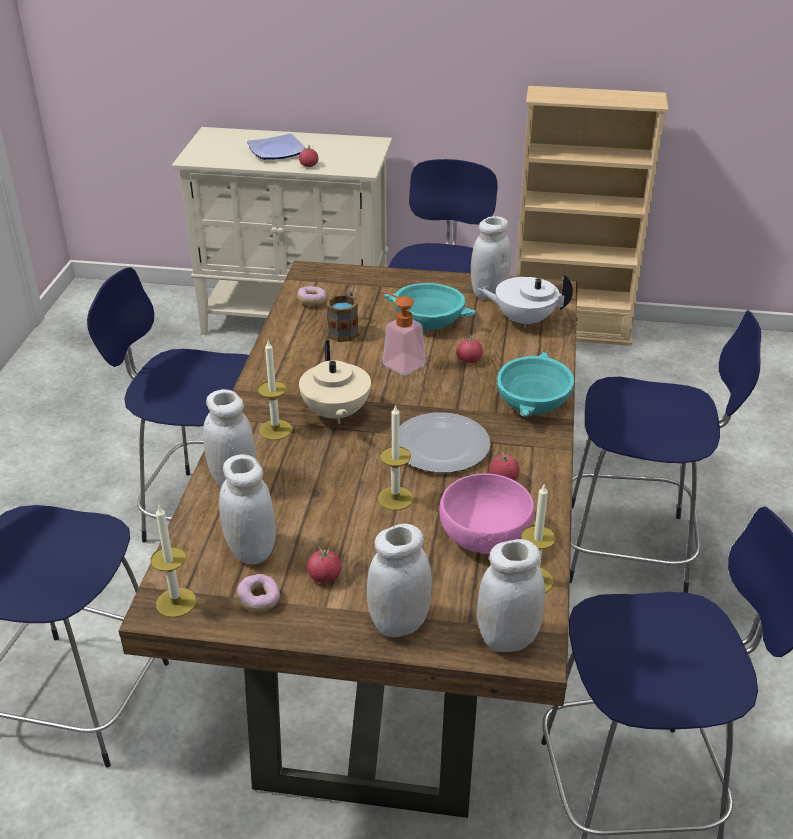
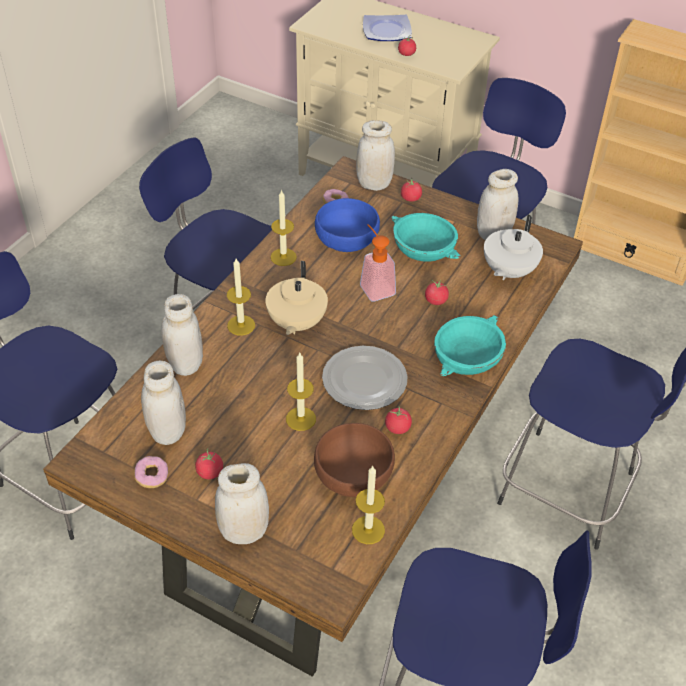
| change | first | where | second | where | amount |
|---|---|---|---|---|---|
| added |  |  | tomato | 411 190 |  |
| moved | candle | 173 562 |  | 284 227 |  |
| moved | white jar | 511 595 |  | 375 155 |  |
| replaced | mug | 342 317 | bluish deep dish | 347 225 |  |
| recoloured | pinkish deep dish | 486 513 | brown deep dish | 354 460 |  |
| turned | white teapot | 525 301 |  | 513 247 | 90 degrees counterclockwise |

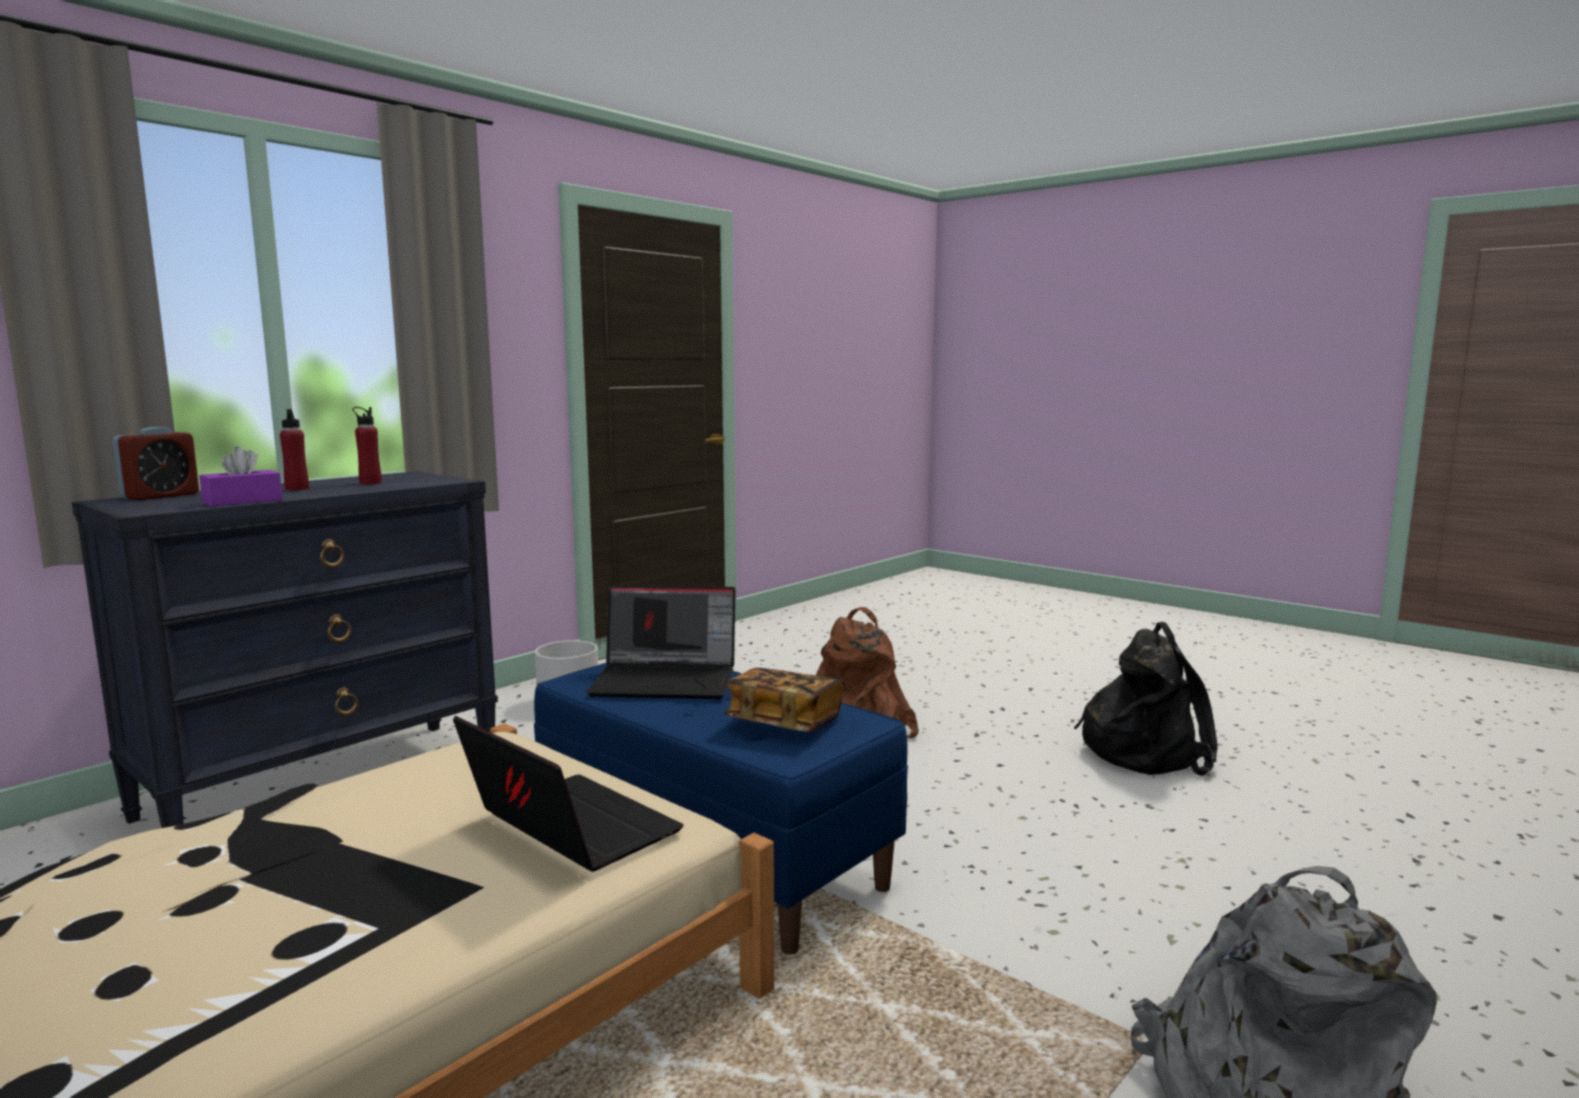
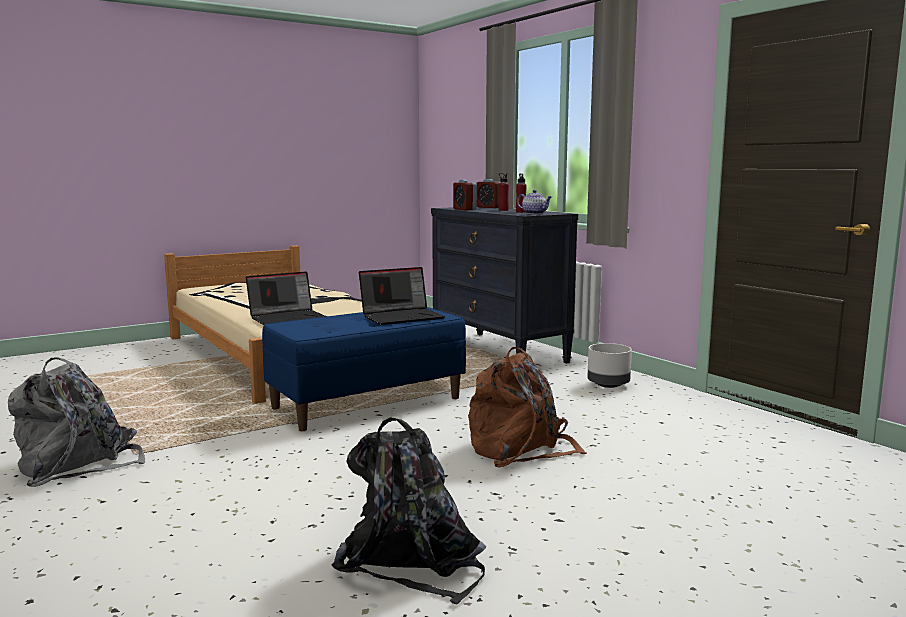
| change | first | where | second | where | amount |
|---|---|---|---|---|---|
| removed | bound book | 783 700 |  |  |  |
| added |  |  | teapot | 534 202 |  |
| replaced | purple-coloured tissue holder | 241 476 | bedside clock | 465 195 |  |
| turned | notebook computer | 660 642 |  | 402 296 | 135 degrees counterclockwise |

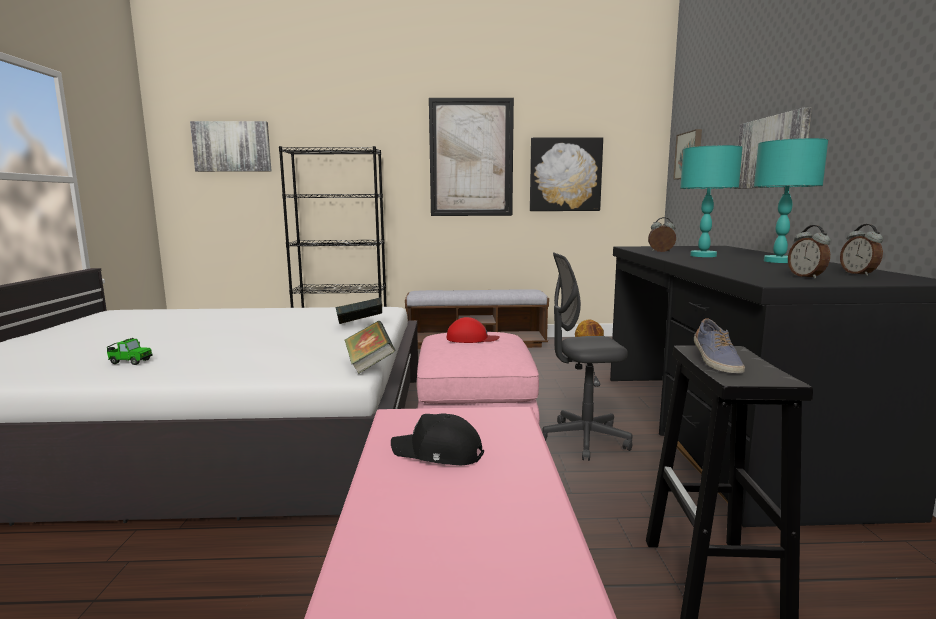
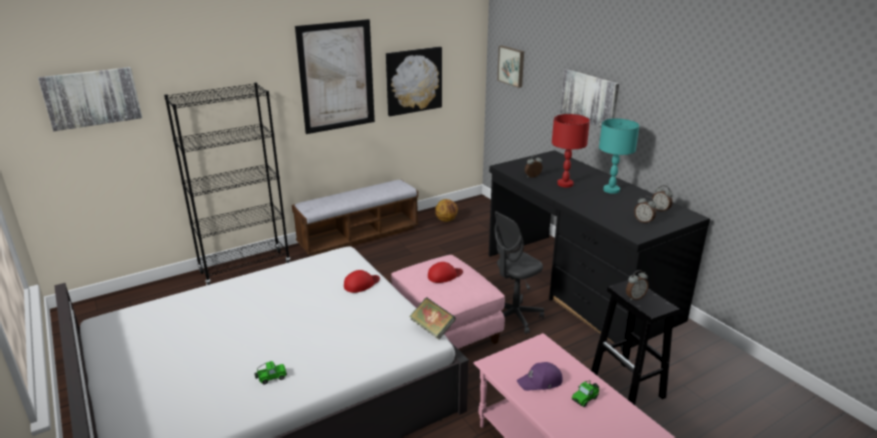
| change | first | where | second | where | amount |
|---|---|---|---|---|---|
| added |  |  | model car | 585 394 |  |
| replaced | bound book | 358 311 | reddish cap | 362 281 |  |
| replaced | low shoe | 719 345 | bedside clock | 637 285 |  |
| recoloured | blackish cap | 437 439 | purple-coloured cap | 540 376 |  |
| recoloured | turquoise table lamp | 711 201 | reddish table lamp | 571 151 |  |

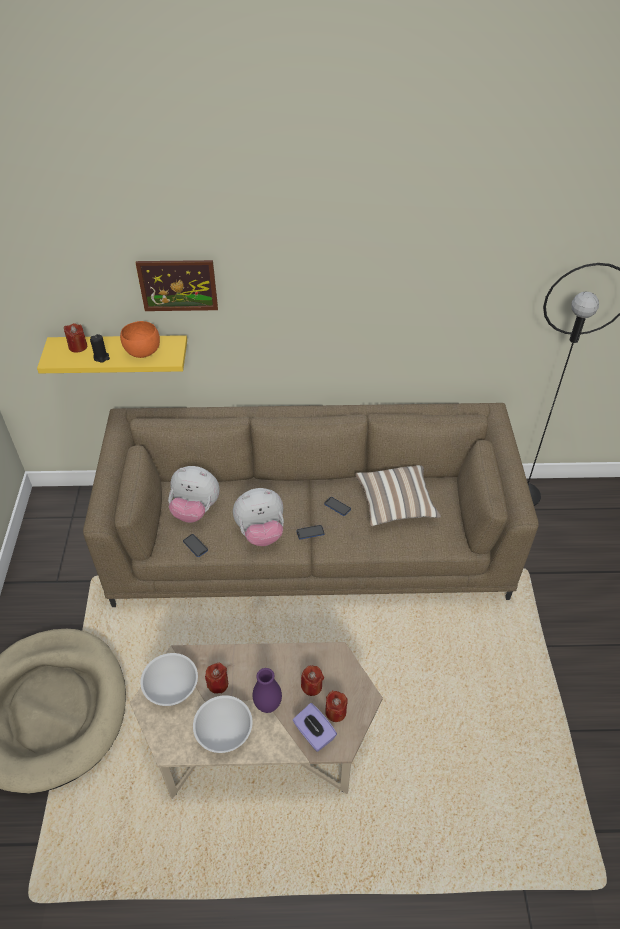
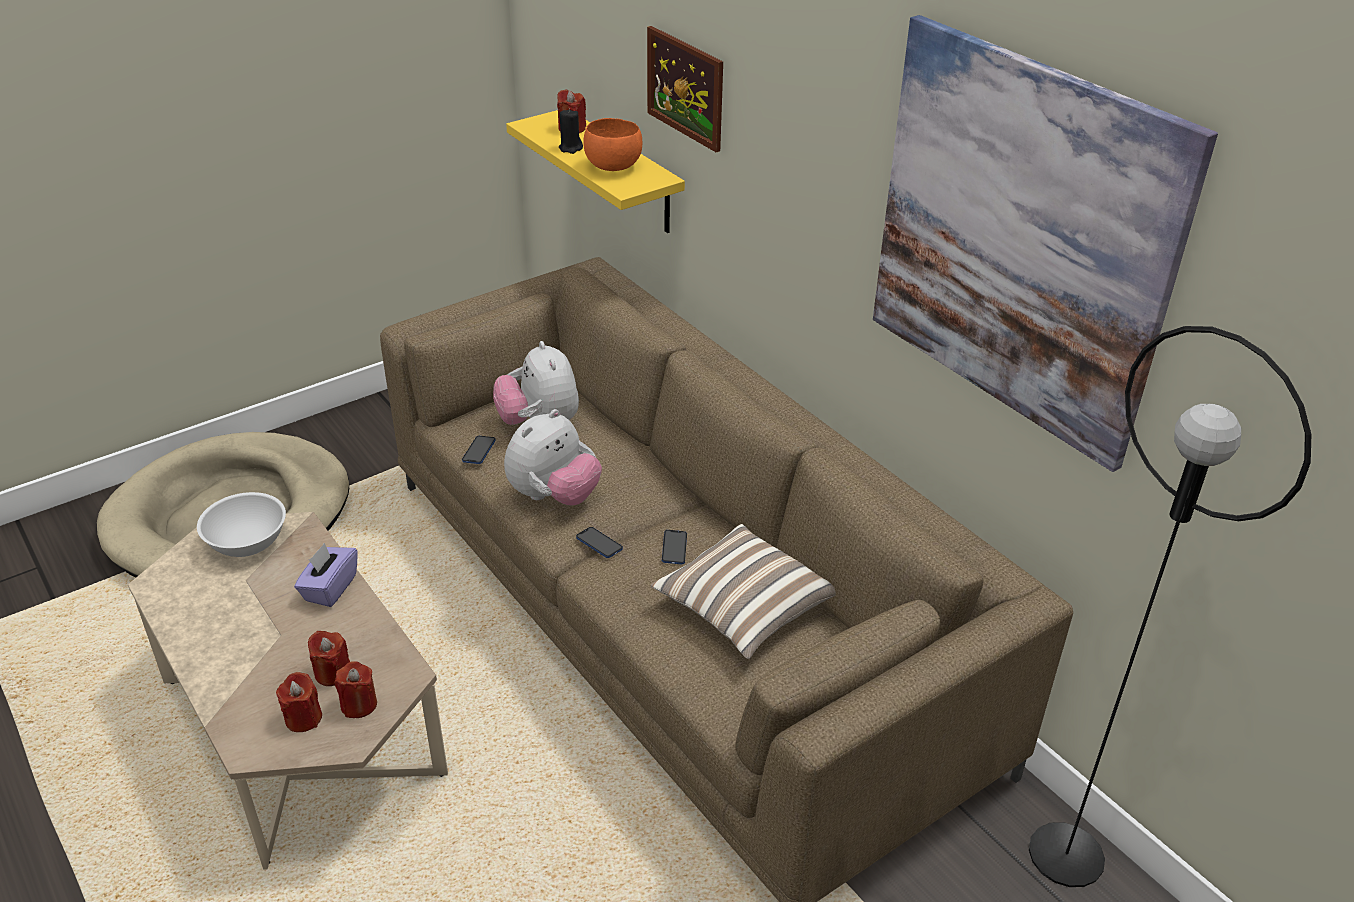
| change | first | where | second | where | amount |
|---|---|---|---|---|---|
| removed | white deep dish | 222 724 |  |  |  |
| removed | purple-coloured decorative vase | 267 690 |  |  |  |
| added |  |  | wall picture | 1045 243 |  |
| moved | reddish candle | 216 678 |  | 355 689 |  |
| moved | purple-coloured tissue holder | 315 727 |  | 326 575 |  |
| turned | plush toy | 258 517 |  | 553 457 | 90 degrees counterclockwise |

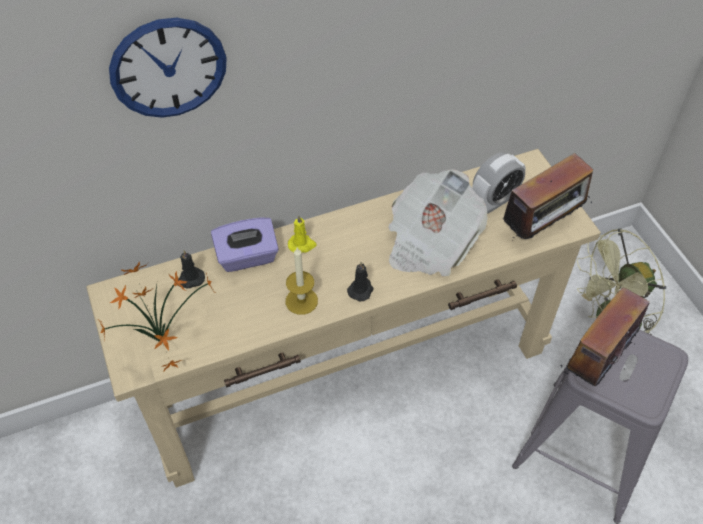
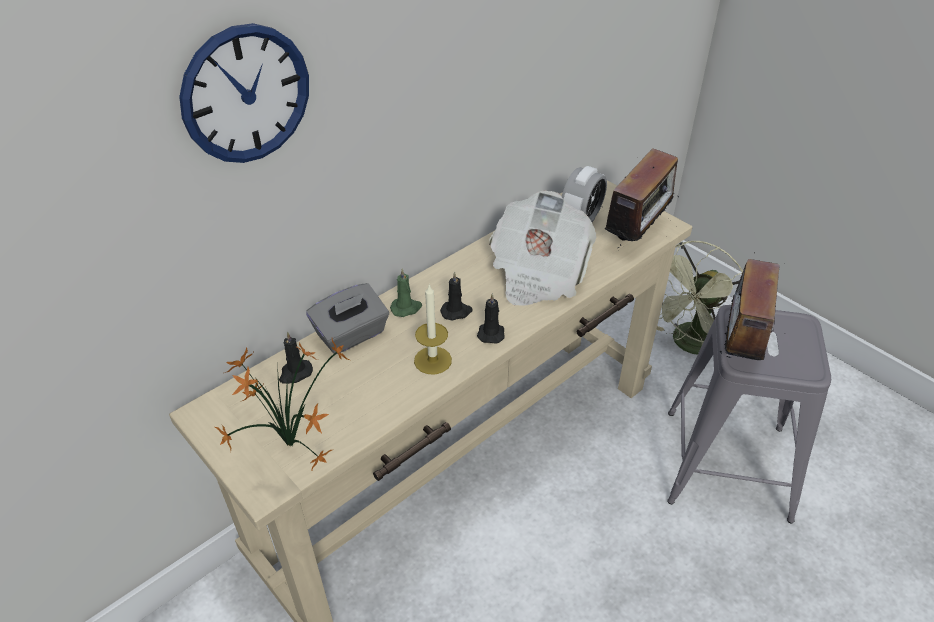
| change | first | where | second | where | amount |
|---|---|---|---|---|---|
| added |  |  | blackish candle | 456 296 |  |
| recoloured | purple-coloured tissue holder | 245 245 | grey tissue holder | 347 318 |  |
| recoloured | yellow-coloured candle | 302 234 | greenish candle | 406 292 |  |

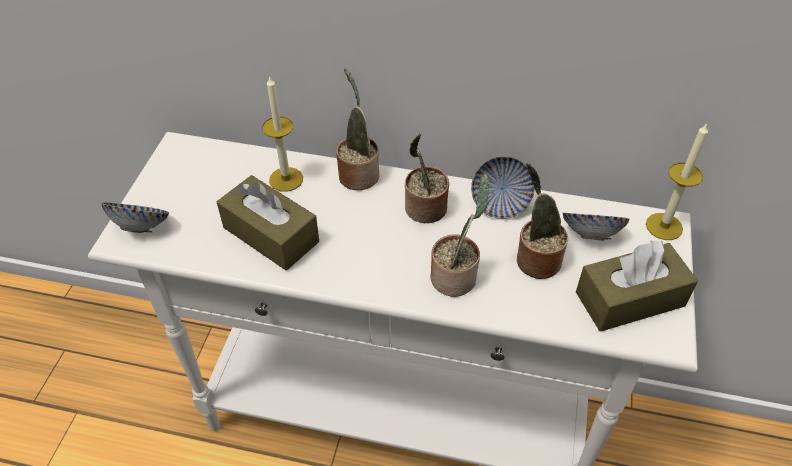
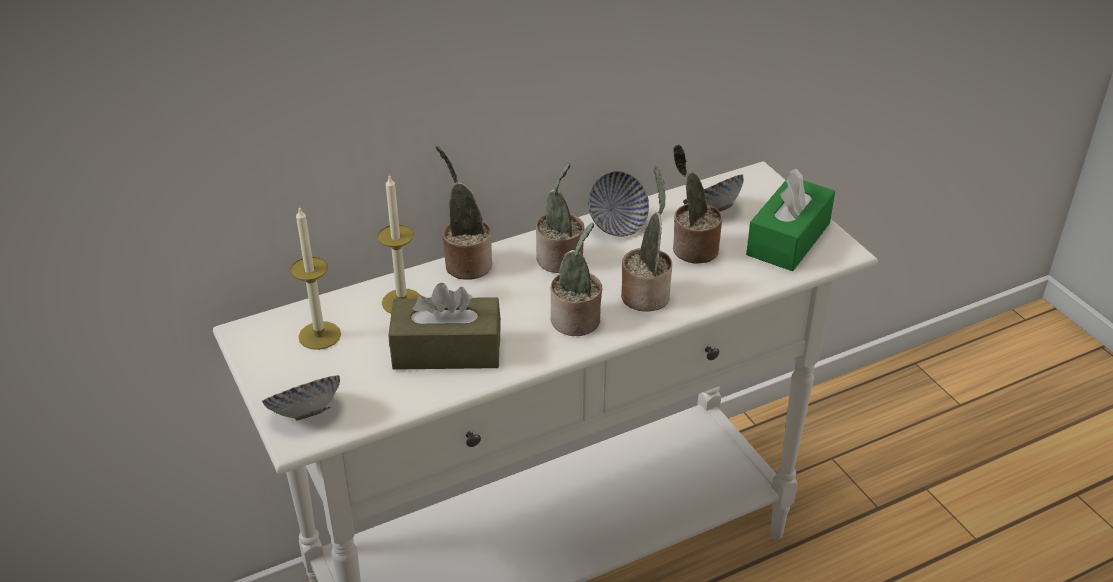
| change | first | where | second | where | amount |
|---|---|---|---|---|---|
| added |  |  | potted plant | 576 279 |  |
| moved | candle | 677 181 |  | 315 278 |  |
| recoloured | brown tissue holder | 637 285 | greenish tissue holder | 790 220 |  |

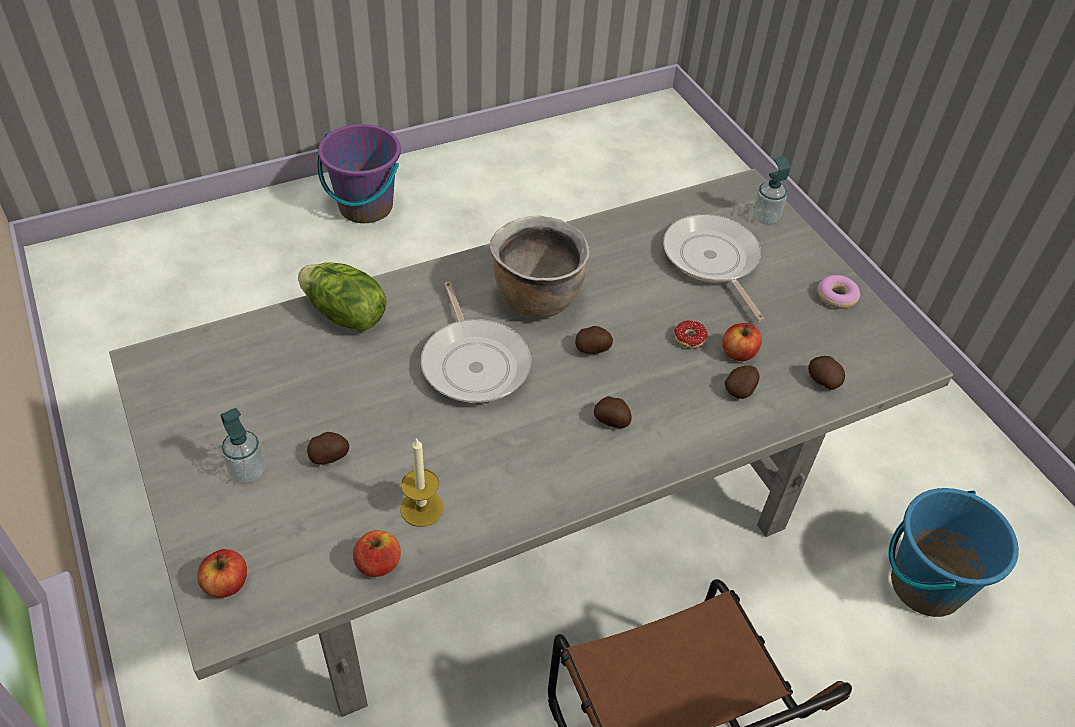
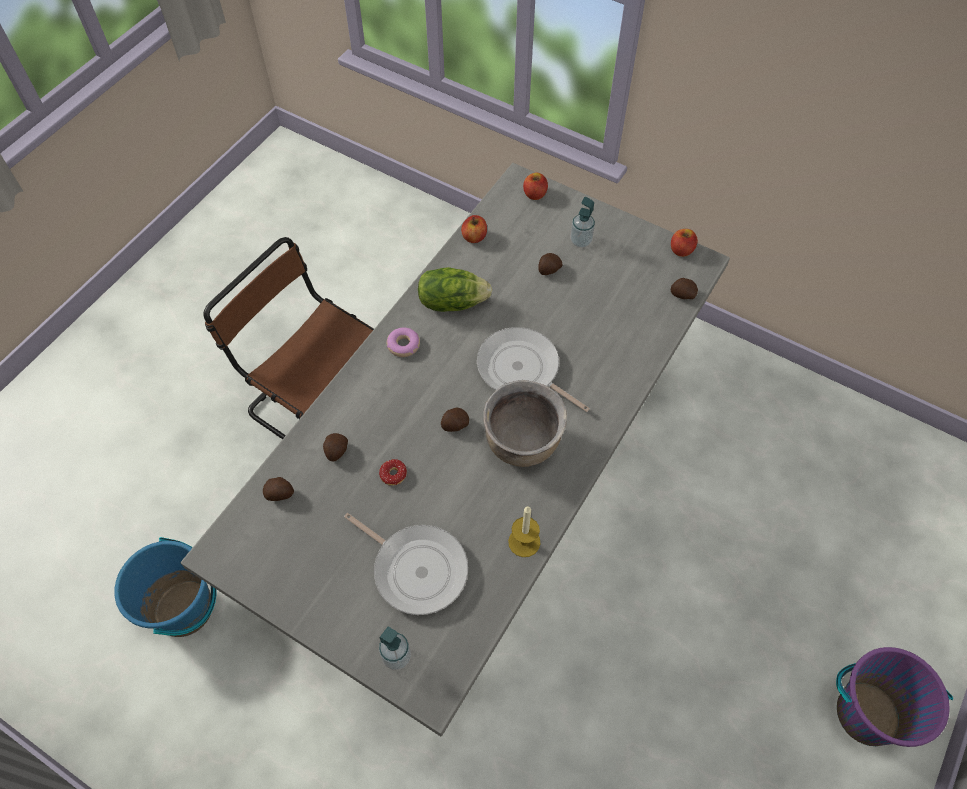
| change | first | where | second | where | amount |
|---|---|---|---|---|---|
| moved | lettuce head | 342 297 |  | 455 289 |  |
| moved | candle | 422 482 |  | 524 532 |  |
| moved | whole potato | 613 412 |  | 684 288 |  |
| moved | whole apple | 742 342 |  | 684 243 |  |
| moved | donut | 838 292 |  | 403 342 |  |

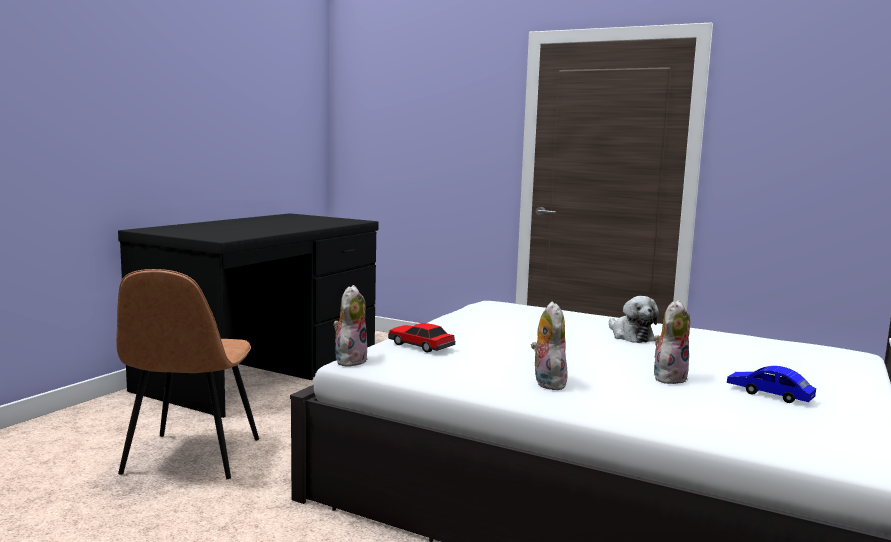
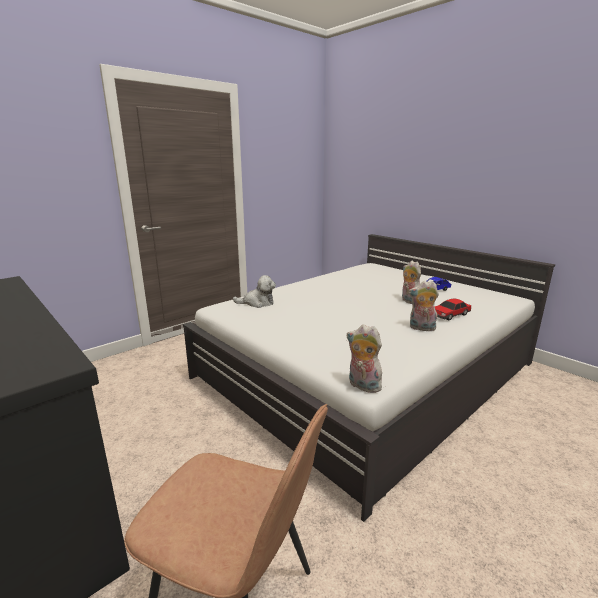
| change | first | where | second | where | amount |
|---|---|---|---|---|---|
| moved | model car | 421 338 |  | 453 309 |  |
| moved | plush toy | 634 319 |  | 254 291 |  |

